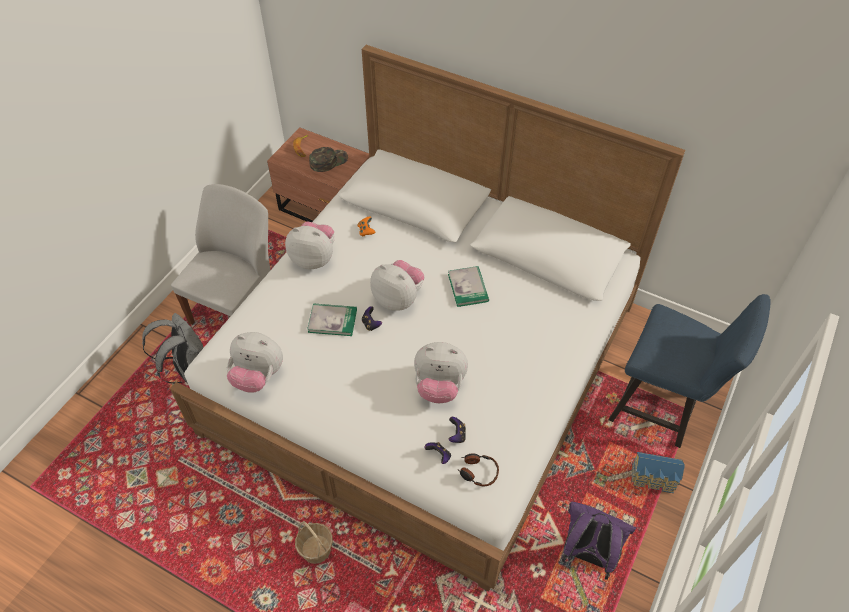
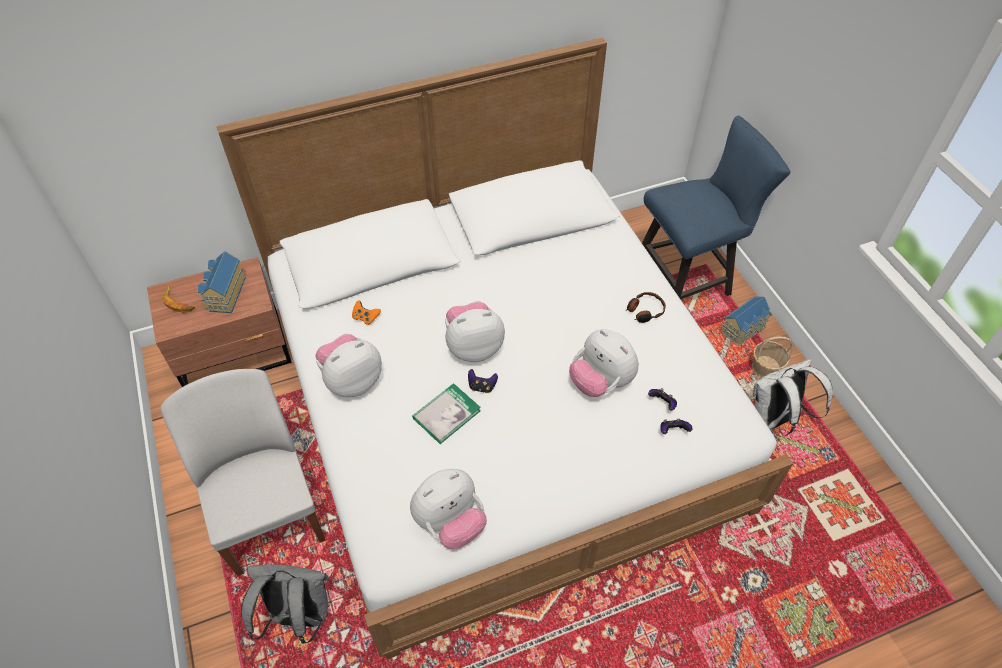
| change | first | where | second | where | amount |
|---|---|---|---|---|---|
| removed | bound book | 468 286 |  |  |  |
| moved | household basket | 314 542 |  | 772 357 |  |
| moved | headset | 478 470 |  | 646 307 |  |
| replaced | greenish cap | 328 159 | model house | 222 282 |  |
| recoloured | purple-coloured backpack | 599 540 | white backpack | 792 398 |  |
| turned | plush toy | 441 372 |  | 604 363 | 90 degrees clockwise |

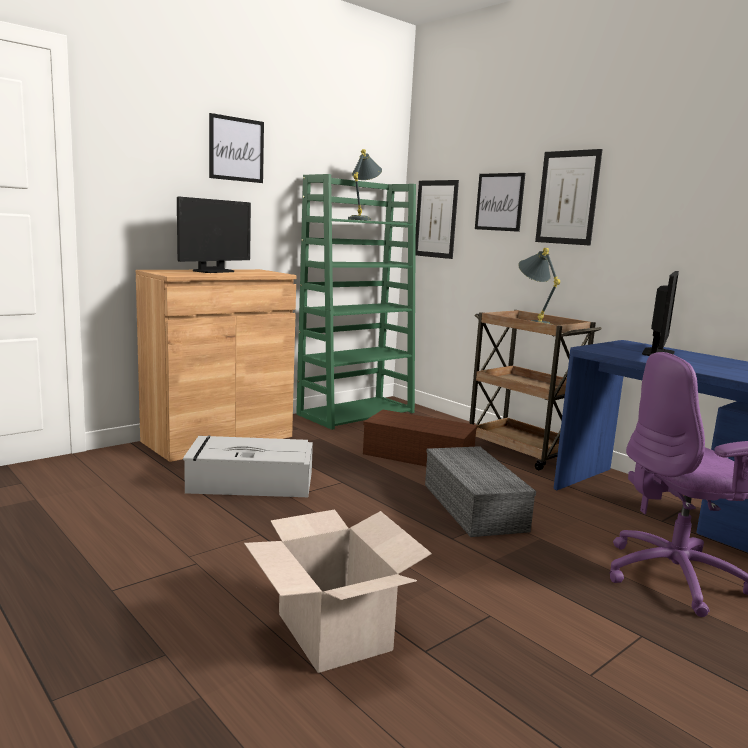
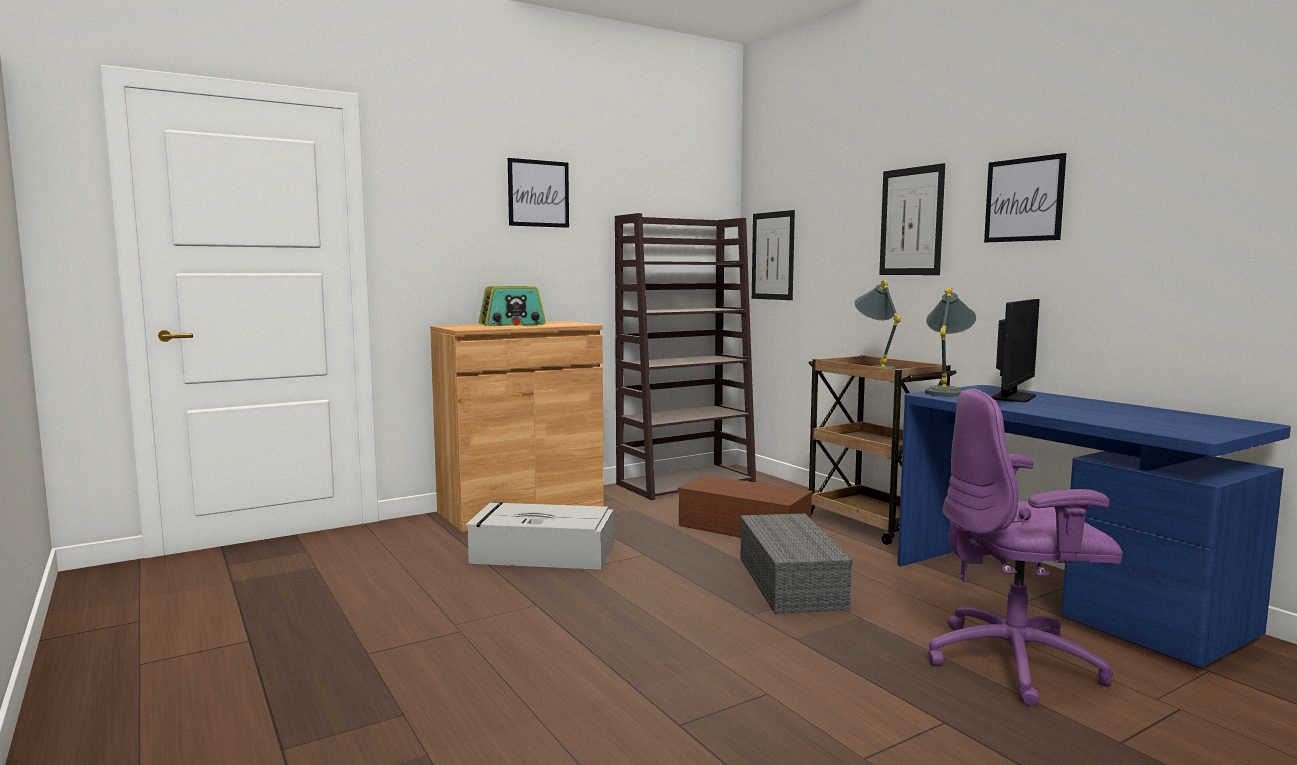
| change | first | where | second | where | amount |
|---|---|---|---|---|---|
| removed | carton | 338 591 |  |  |  |
| moved | grey table lamp | 365 185 |  | 950 342 |  |
| moved | wall picture | 500 202 |  | 1025 197 |  |
| replaced | computer screen | 214 235 | radio | 512 306 |  |
| recoloured | greenish bookcase | 356 302 | brown bookcase | 685 356 |  |

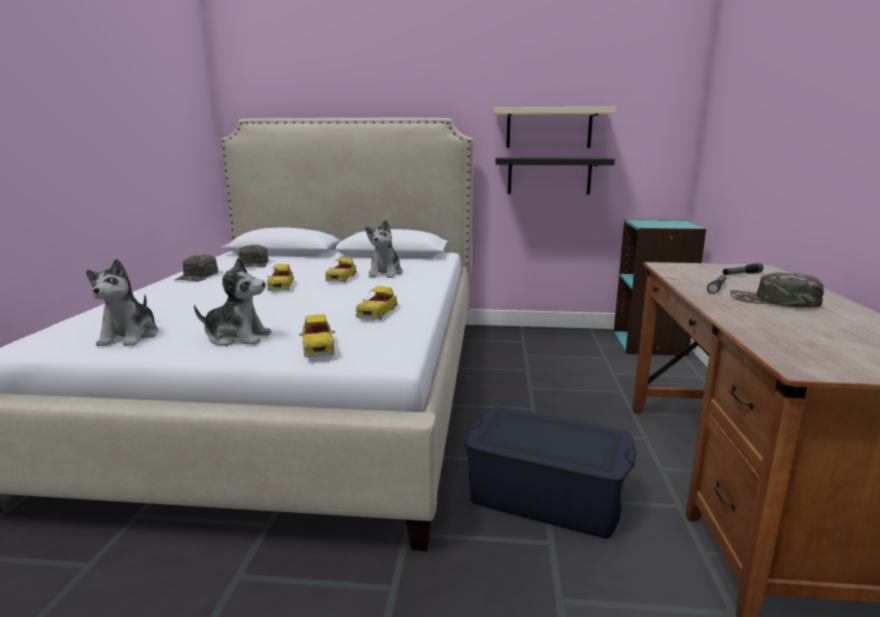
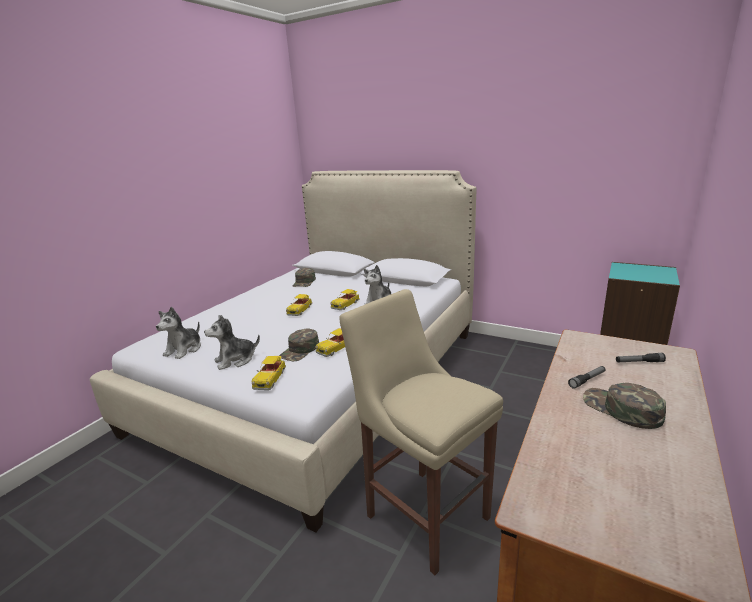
| change | first | where | second | where | amount |
|---|---|---|---|---|---|
| removed | beige wall shelf | 555 127 |  |  |  |
| removed | blackish wall shelf | 555 176 |  |  |  |
| moved | greenish cap | 196 268 |  | 299 344 |  |
| replaced | bluish storage container | 550 472 | beige stool | 421 432 |  |
| turned | plush toy | 232 301 |  | 232 342 | 120 degrees clockwise |

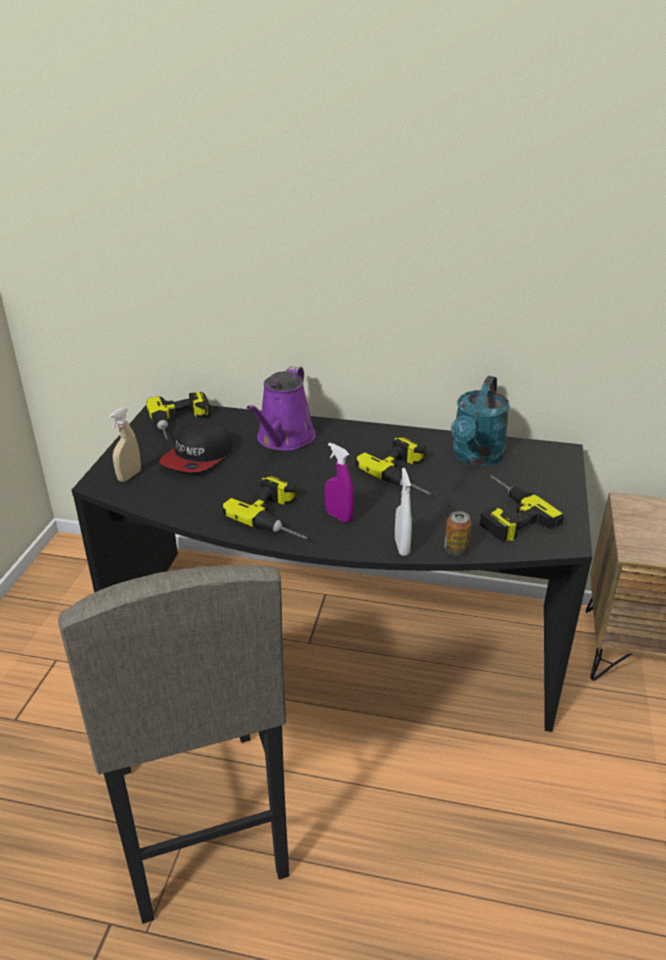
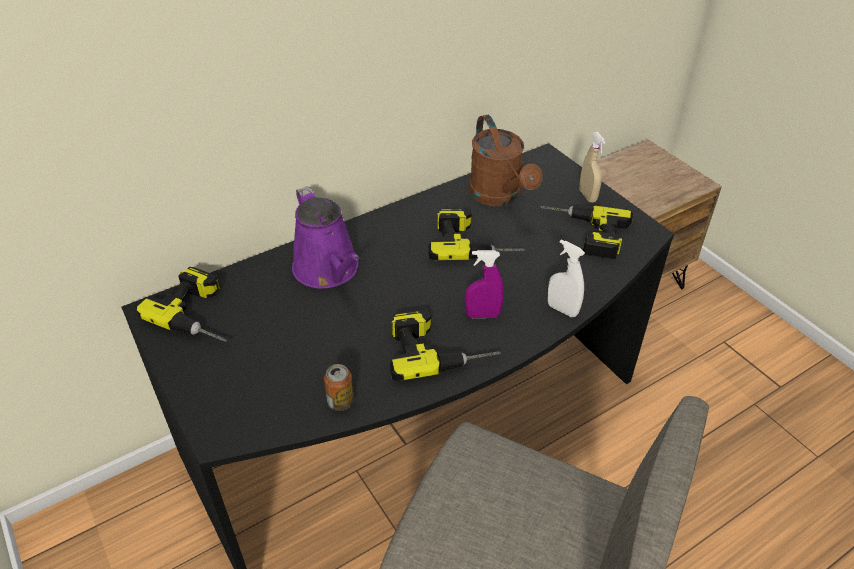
| change | first | where | second | where | amount |
|---|---|---|---|---|---|
| removed | cap | 196 446 |  |  |  |
| moved | beige sprayer | 125 444 |  | 592 167 |  |
| moved | sealed can | 458 533 |  | 339 387 |  |
| recoloured | turquoise sprinkling can | 480 421 | brown sprinkling can | 506 160 |  |

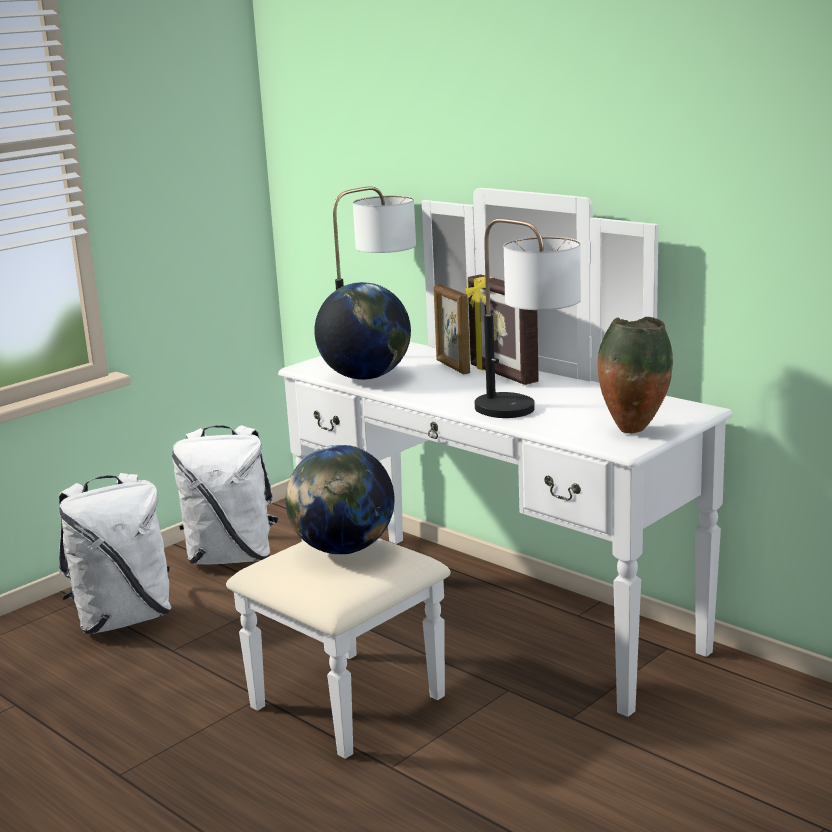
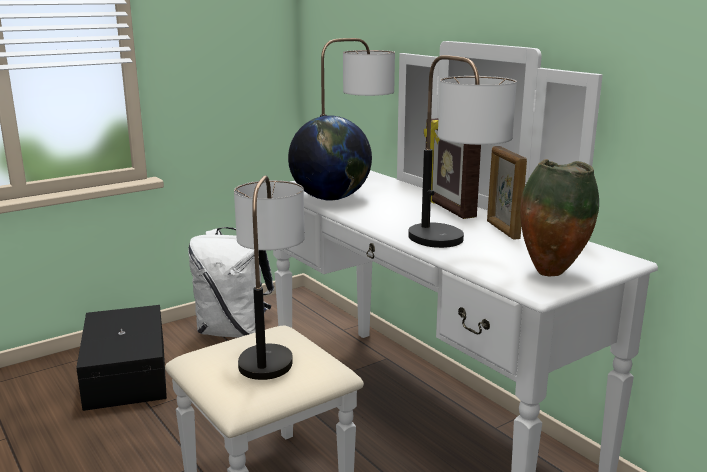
| change | first | where | second | where | amount |
|---|---|---|---|---|---|
| moved | picture frame | 452 329 |  | 507 193 |  |
| replaced | white backpack | 115 553 | blackish storage container | 121 358 |  |
| replaced | world globe | 340 500 | table lamp | 269 277 |  |

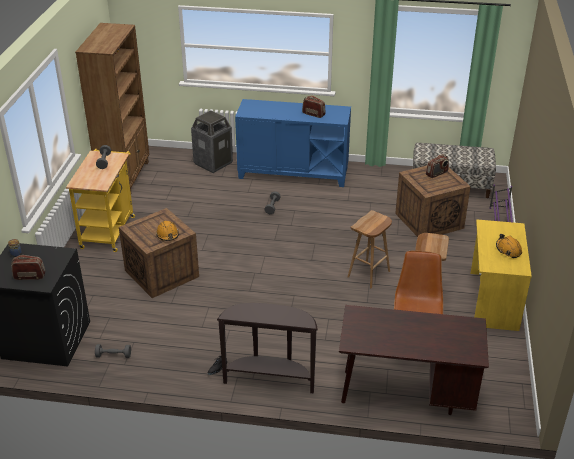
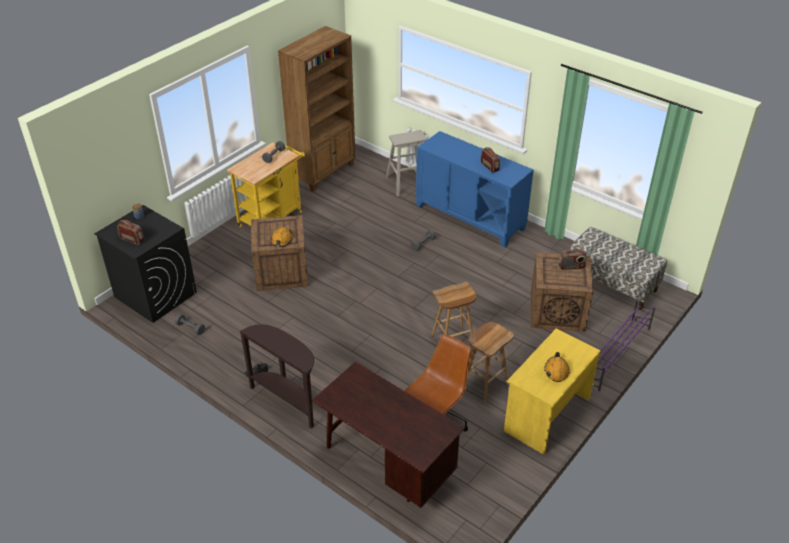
| change | first | where | second | where | amount |
|---|---|---|---|---|---|
| replaced | waste bin | 212 141 | beige stool | 406 163 |  |

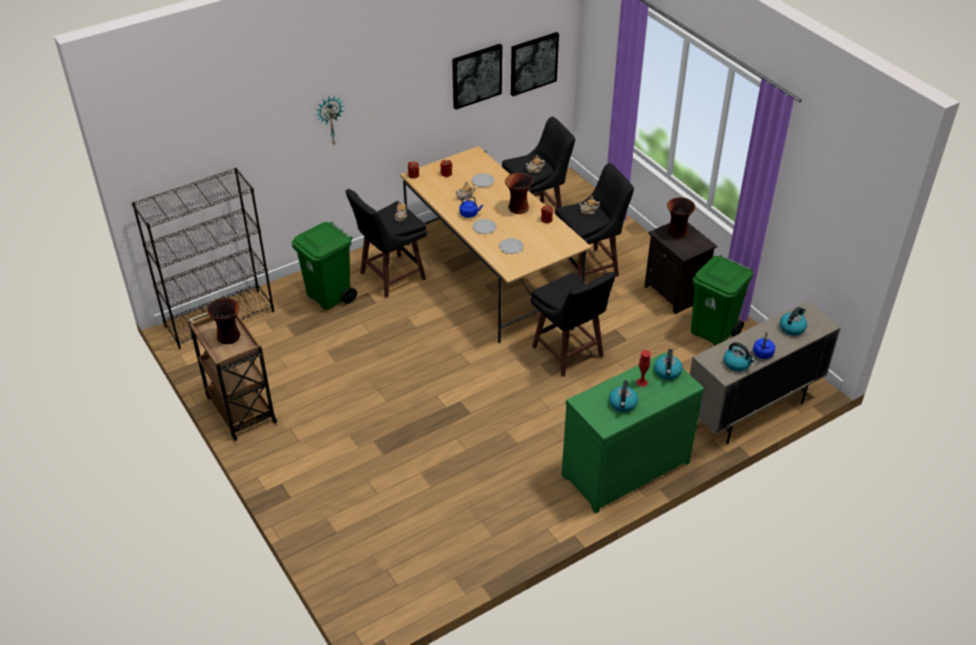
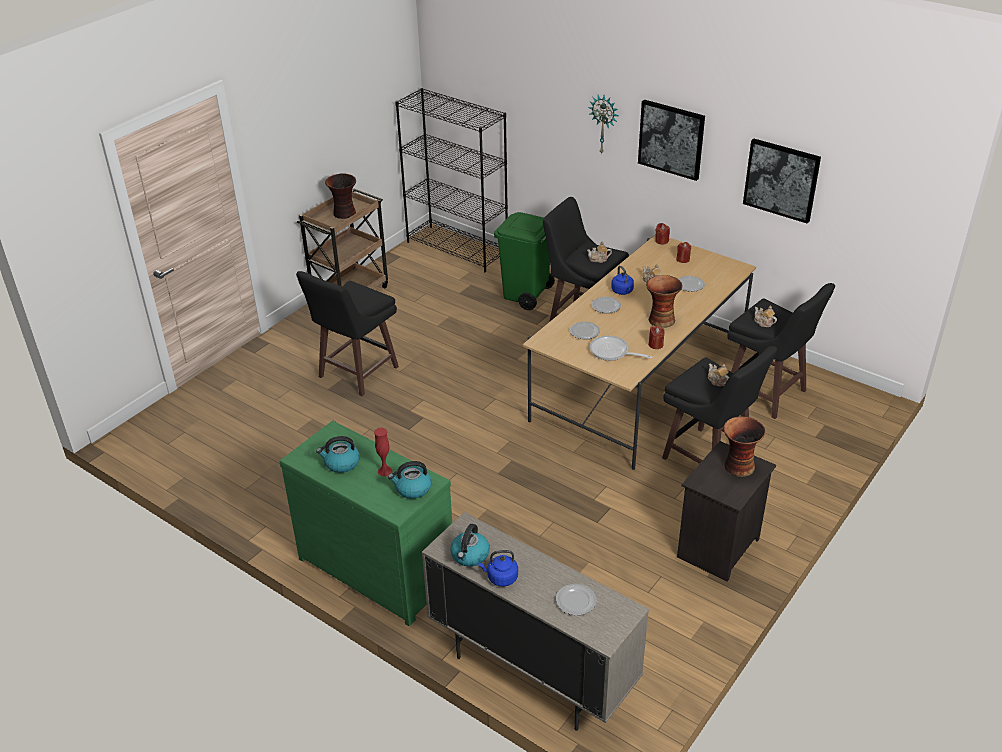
| change | first | where | second | where | amount |
|---|---|---|---|---|---|
| removed | greenish waste bin | 722 300 |  |  |  |
| added |  |  | frying pan | 621 348 |  |
| moved | wall picture | 535 64 |  | 671 140 |  |
| moved | blackish stool | 573 324 |  | 347 333 |  |
| replaced | tea kettle | 793 321 | dinner plate | 576 599 |  |

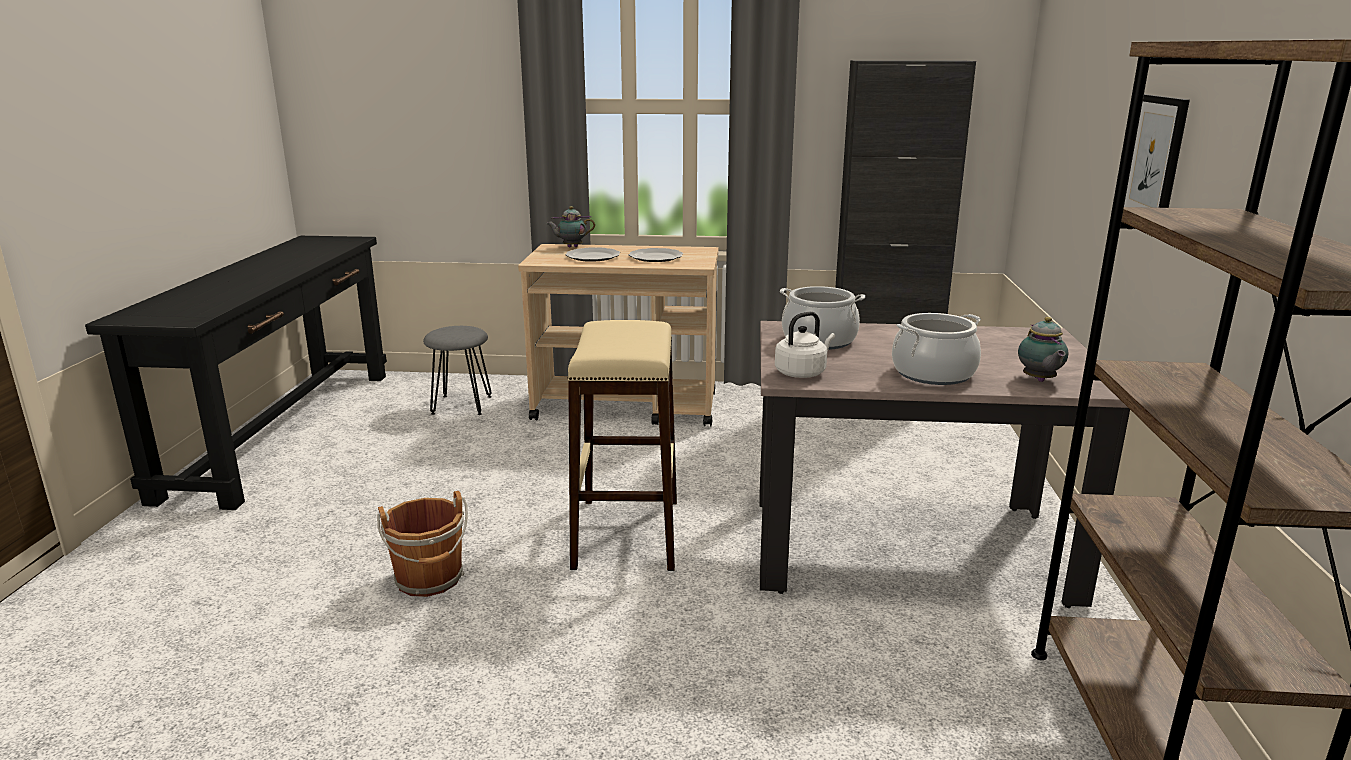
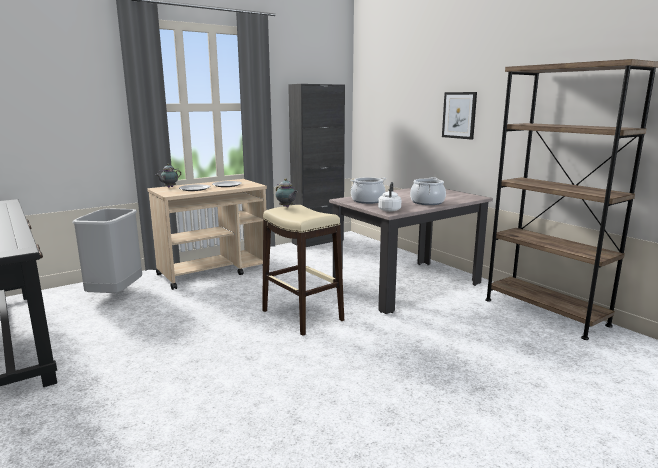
| change | first | where | second | where | amount |
|---|---|---|---|---|---|
| removed | brown bucket | 422 544 |  |  |  |
| moved | teapot | 1043 349 |  | 286 192 |  |
| replaced | grey stool | 457 370 | grey waste bin | 107 250 |  |

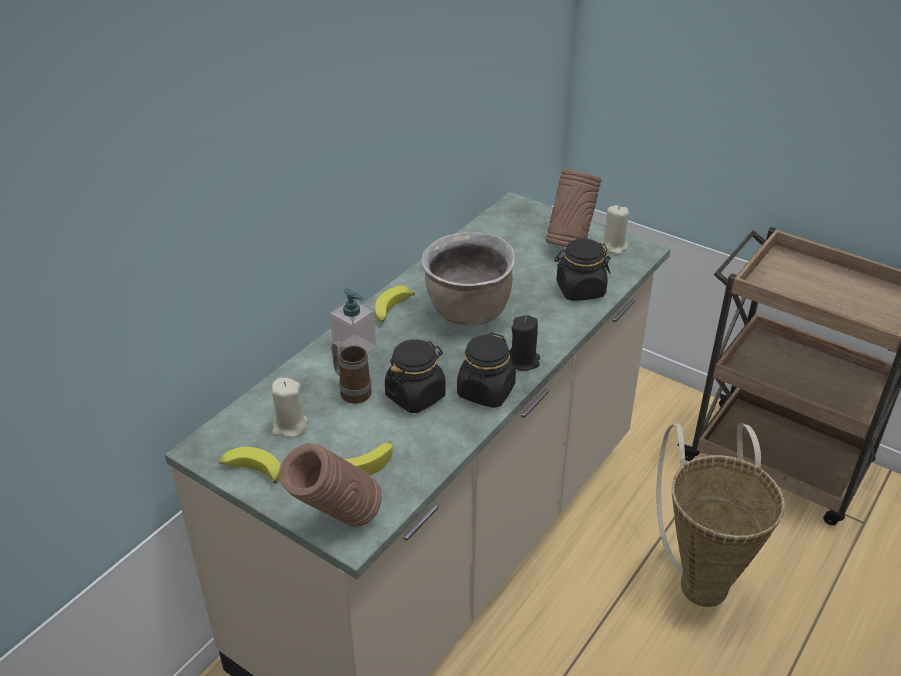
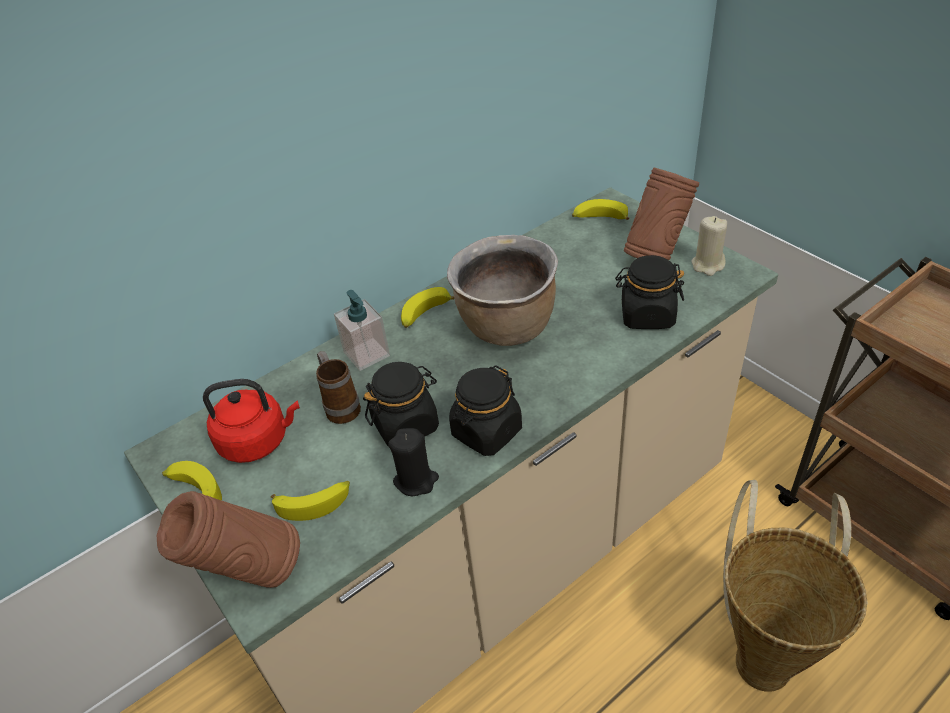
| change | first | where | second | where | amount |
|---|---|---|---|---|---|
| added |  |  | banana | 600 209 |  |
| moved | blackish candle | 524 343 |  | 413 462 |  |
| replaced | beige candle | 290 408 | reddish tea kettle | 251 421 |  |

